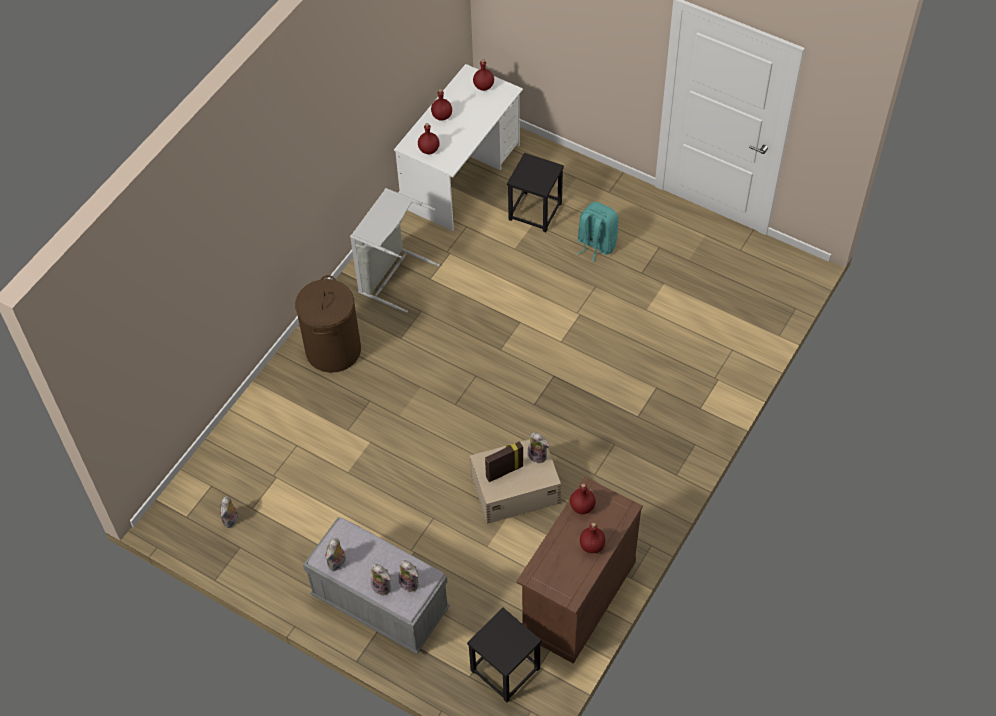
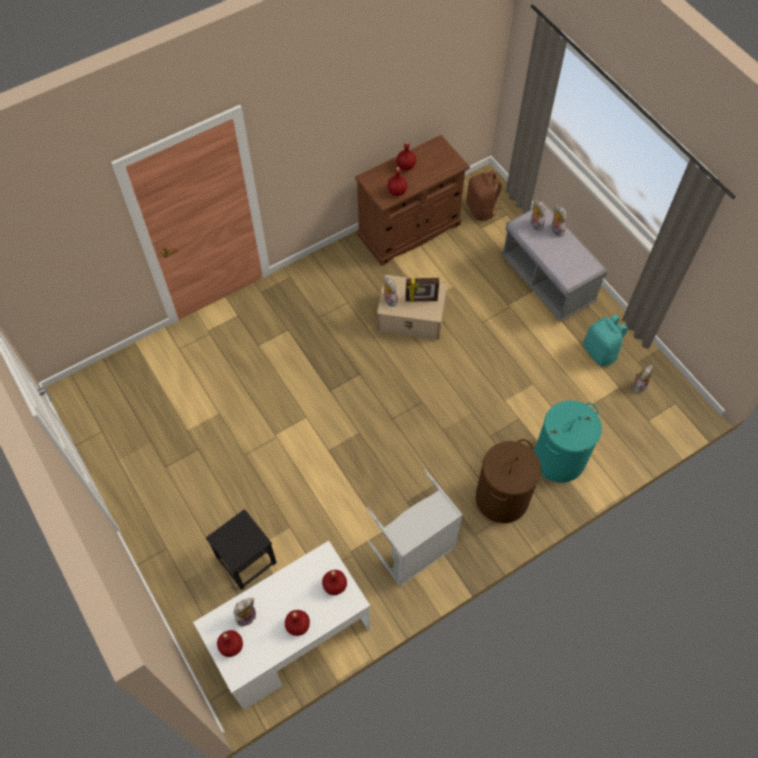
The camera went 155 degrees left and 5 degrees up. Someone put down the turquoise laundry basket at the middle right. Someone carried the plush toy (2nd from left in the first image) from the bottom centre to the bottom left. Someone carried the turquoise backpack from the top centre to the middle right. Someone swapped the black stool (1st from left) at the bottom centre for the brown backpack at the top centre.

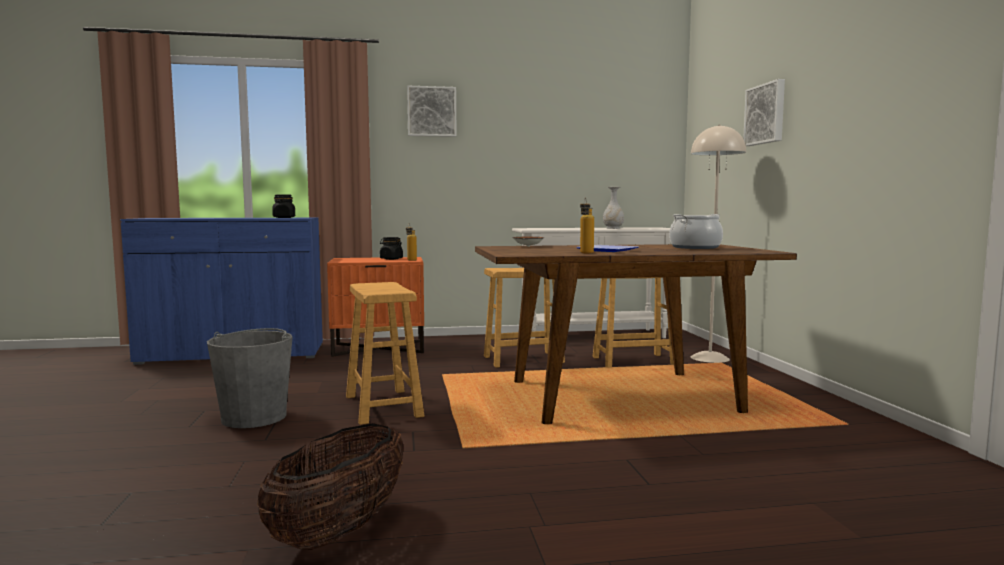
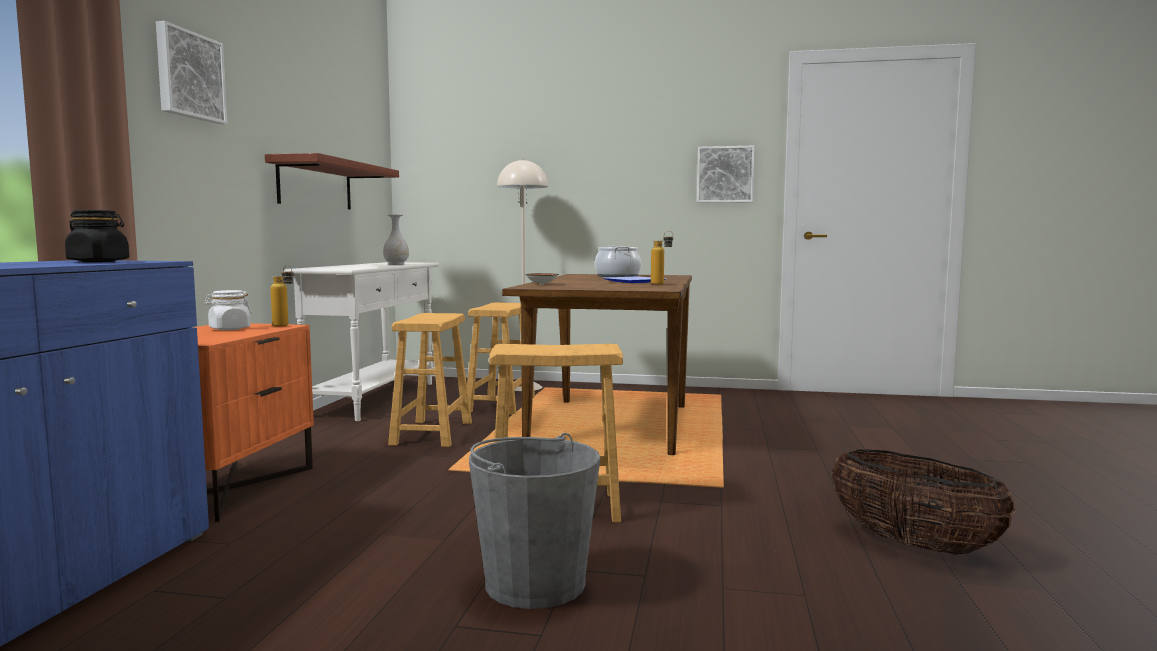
The camera went 70 degrees left and 0 degrees up. Someone put up the shelf at the top left. Someone carried the picture (2nd from left) from the top right to the top centre. Someone repainted the black jar (2nd from left) at the centre, which became the white jar at the middle left.

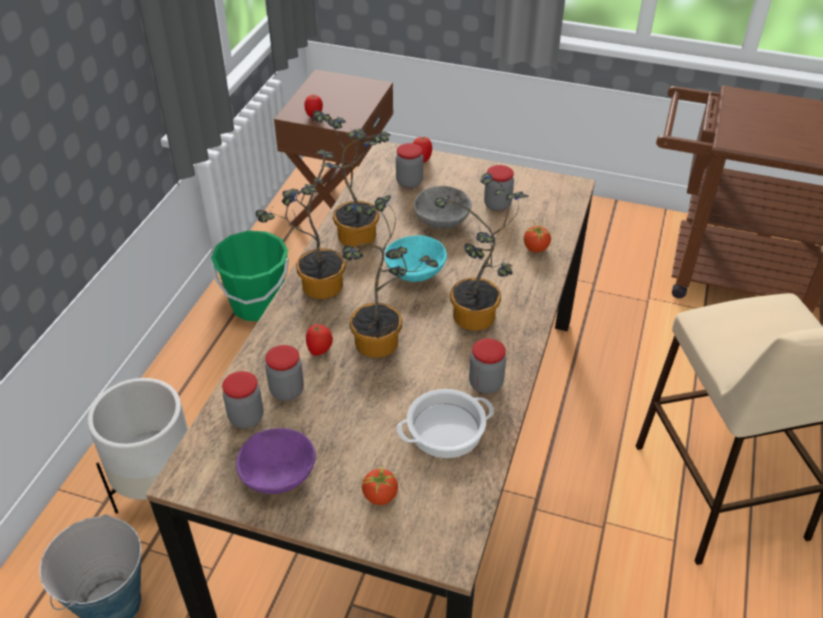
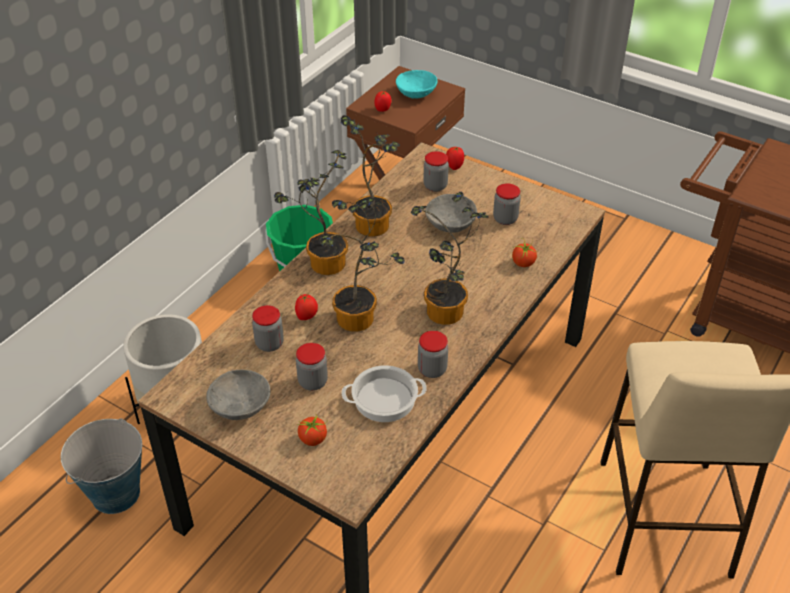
The camera went 15 degrees right and 0 degrees up. Someone carried the jar (1st from left in the first image) from the middle left to the centre. Someone carried the turquoise bowl from the centre to the top centre. Someone repainted the purple bowl at the bottom centre, which became the grey bowl (1st from left) at the middle left.

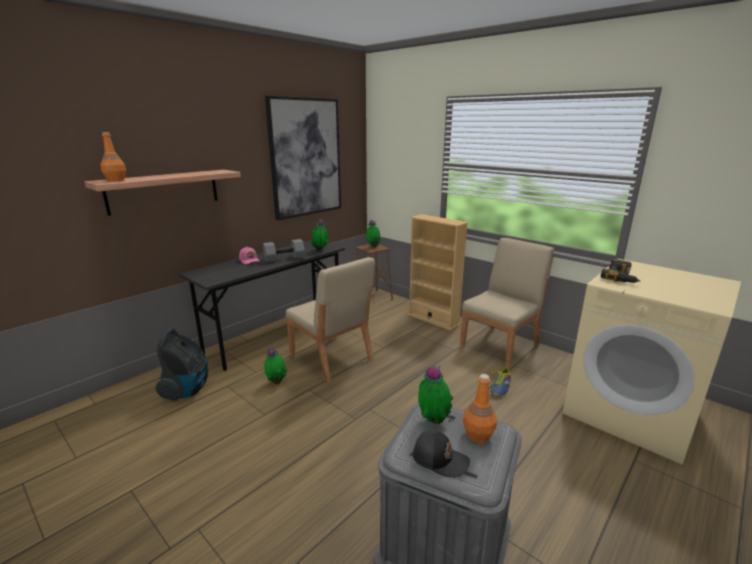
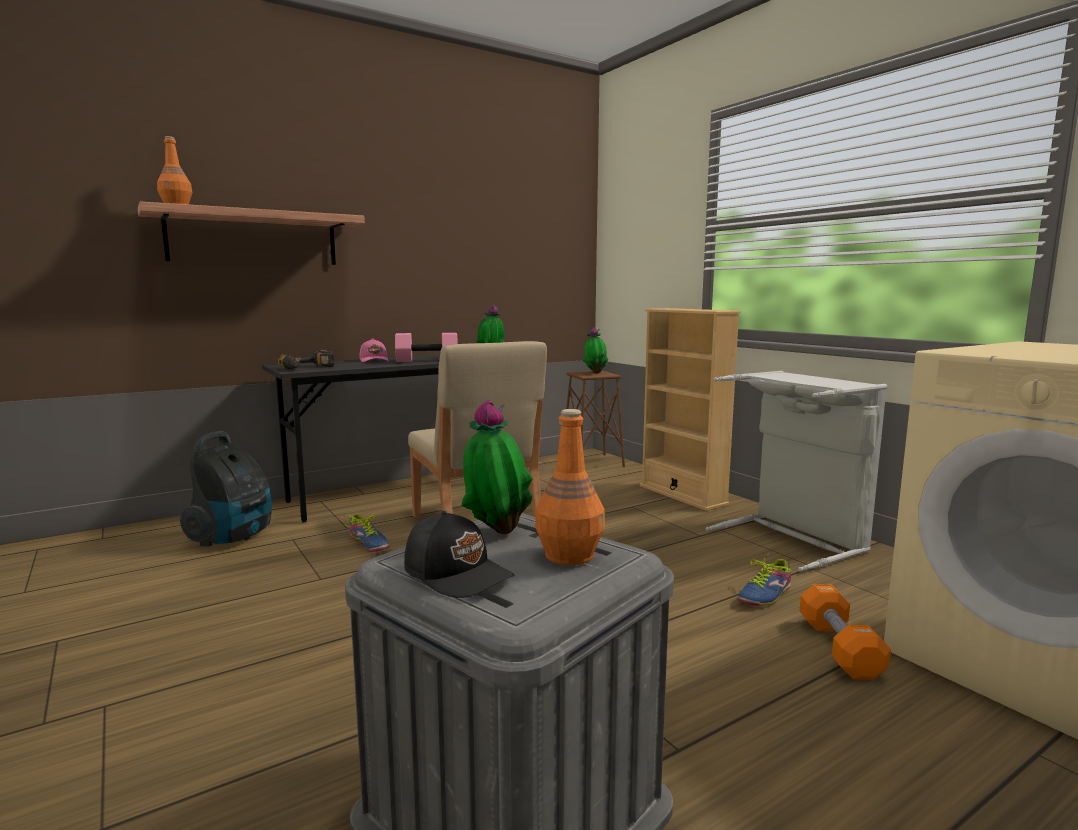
The camera went 15 degrees right and 10 degrees down. Someone took away the picture at the top centre. Someone put down the orange dumbbell at the bottom right. Someone carried the power drill from the middle right to the middle left. Someone swapped the potted plant (1st from left) at the centre for the shoe (1st from left) at the centre. Someone swapped the beige chair (2nd from left) at the middle right for the grey laundry basket at the middle right. Someone repainted the grey dumbbell at the centre, which became the pink dumbbell at the centre.

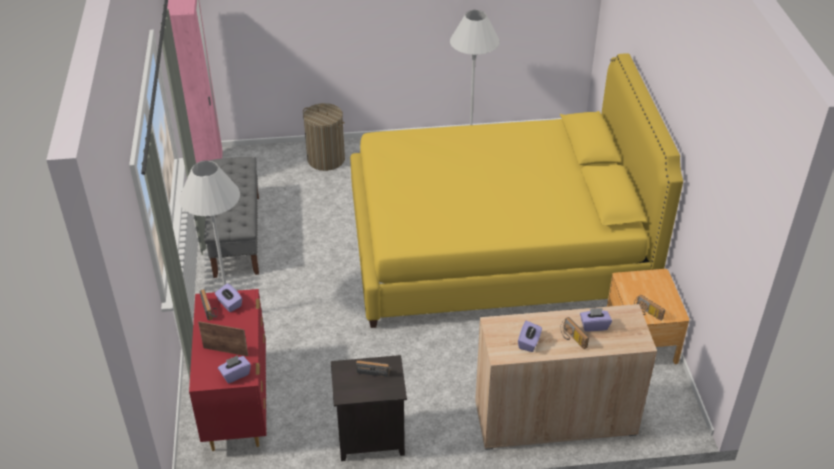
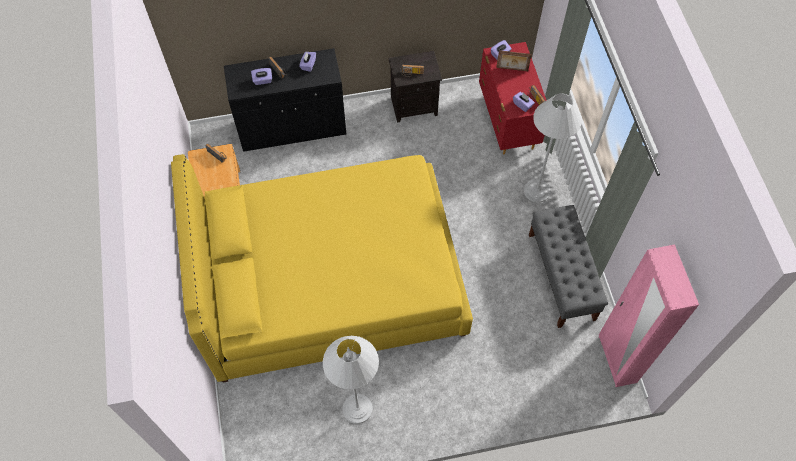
The camera went 175 degrees right and 20 degrees up. Someone took away the laundry basket at the top centre. Someone repainted the beige cabinet at the bottom right, which became the black cabinet at the top centre.

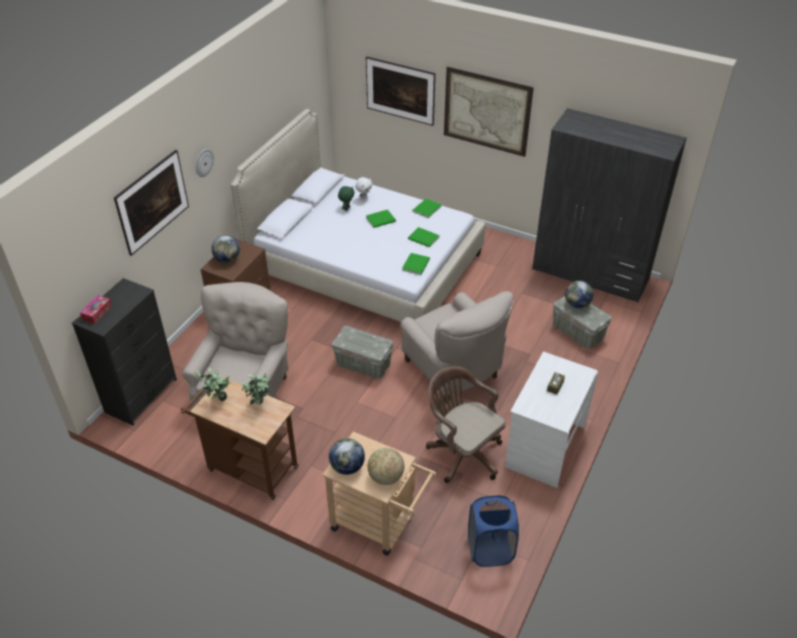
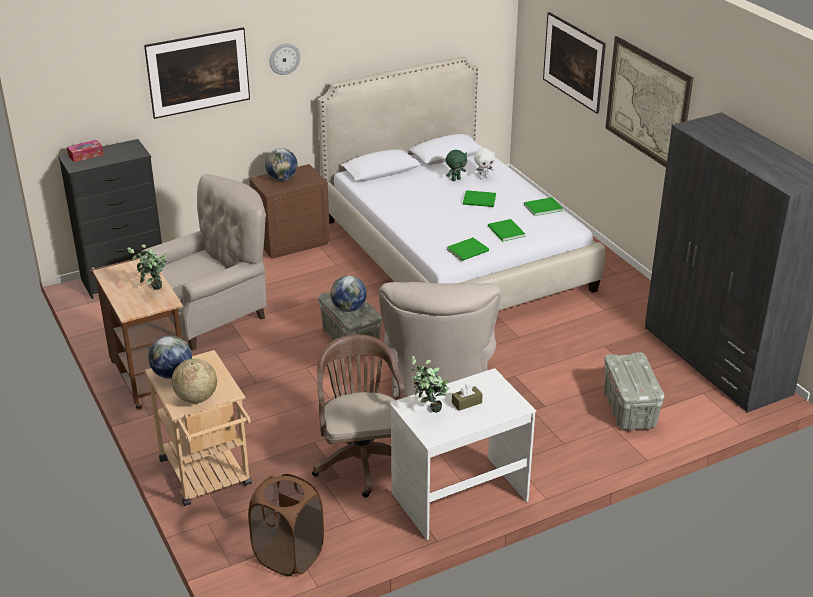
The camera went 35 degrees right and 10 degrees down. Someone carried the potted plant (1st from left in the first image) from the middle left to the centre. Someone carried the globe (4th from left) from the middle right to the centre. Someone repainted the blue laundry basket at the bottom centre, which became the brown laundry basket at the bottom centre.

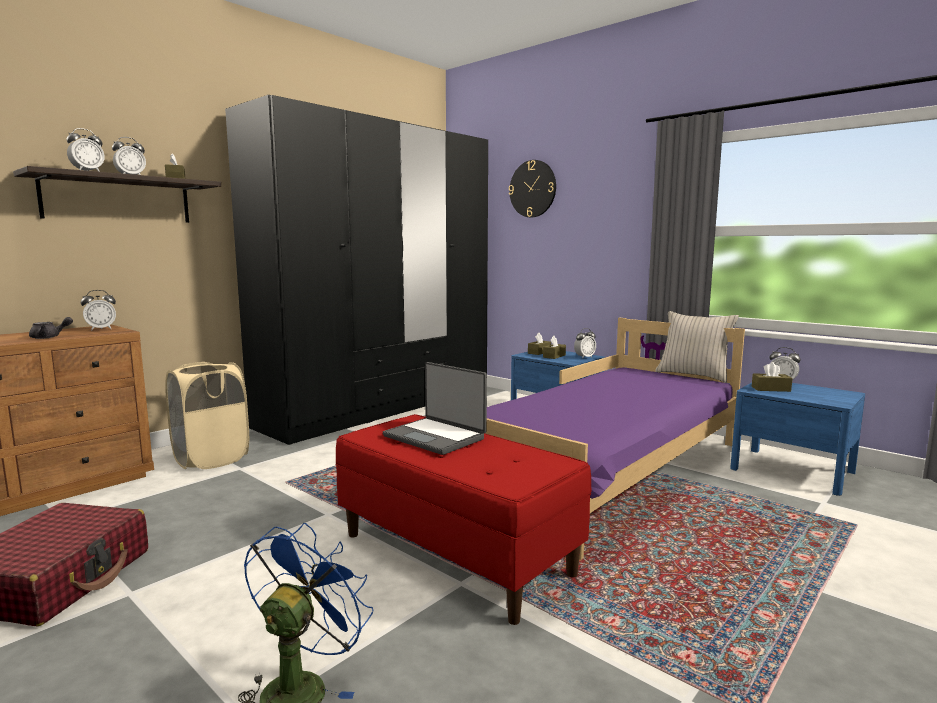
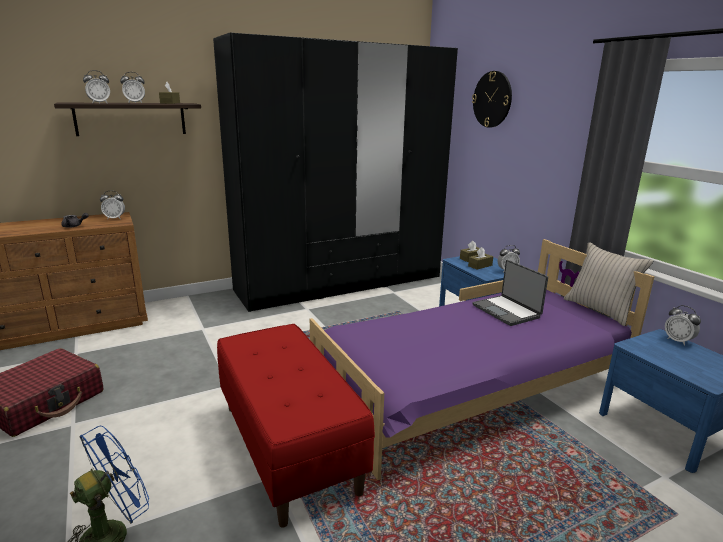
The camera went 20 degrees right and 10 degrees up. Someone took away the beige laundry basket at the middle left. Someone took away the brown tissue box (4th from left) at the middle right. Someone carried the laptop from the centre to the middle right.

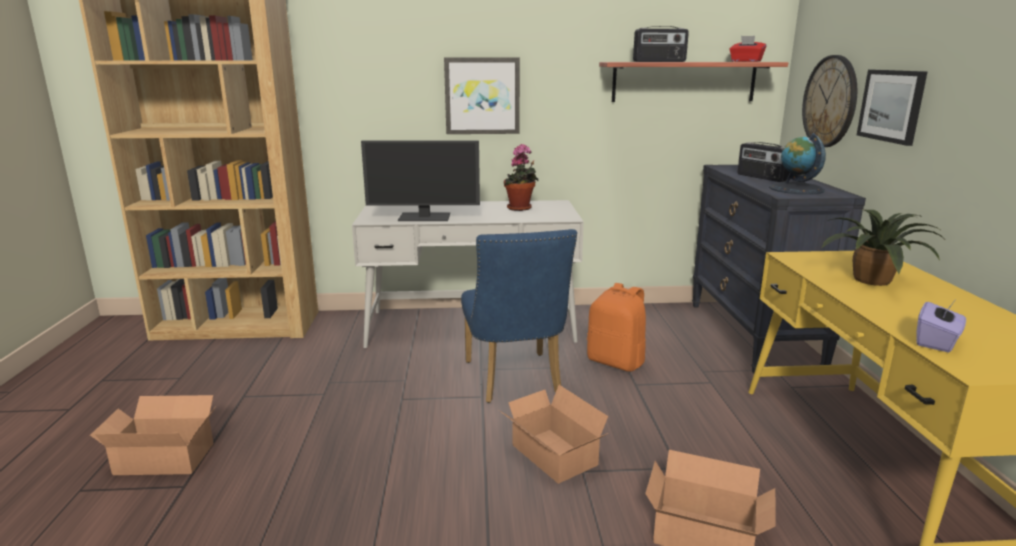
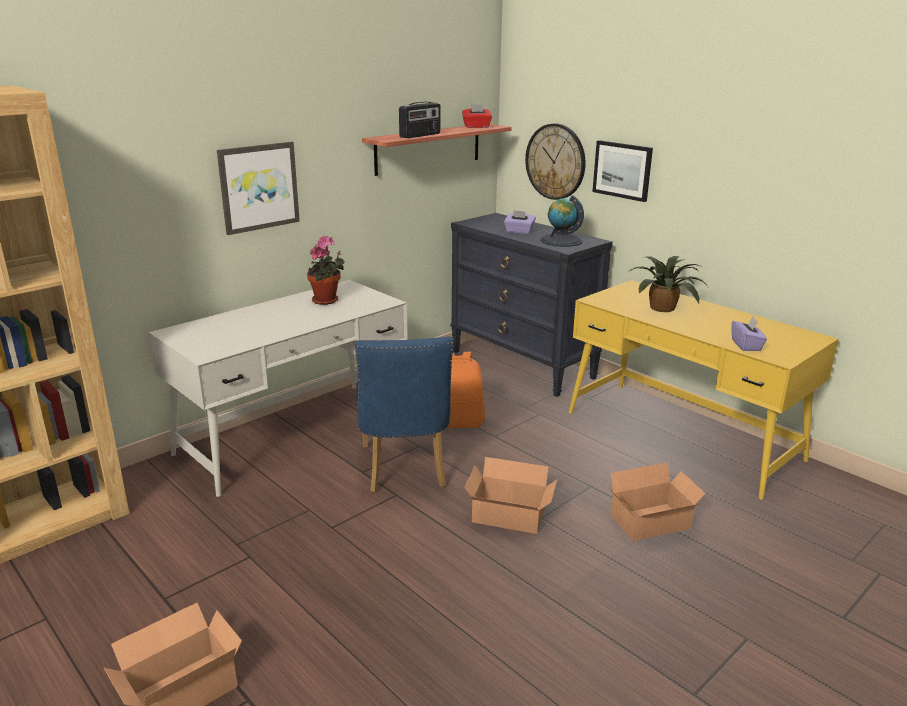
The camera went 40 degrees left and 5 degrees up. Someone took away the monitor at the top centre. Someone swapped the radio (2nd from left) at the top right for the purple tissue box (1st from left) at the top centre. Someone rotated the blue chair at the centre by 45 degrees clockwise.

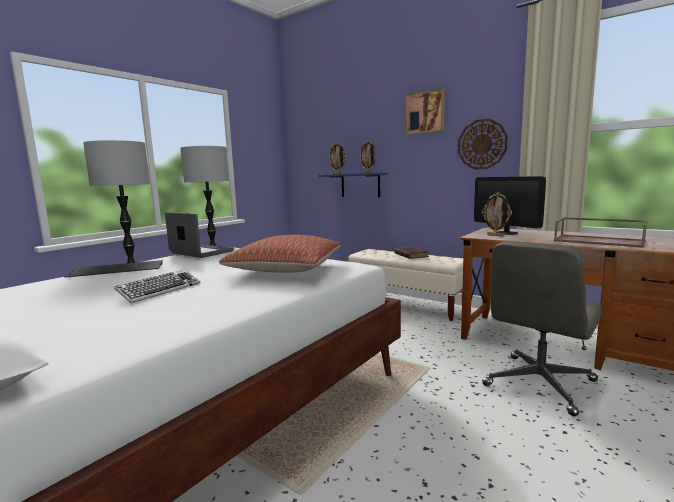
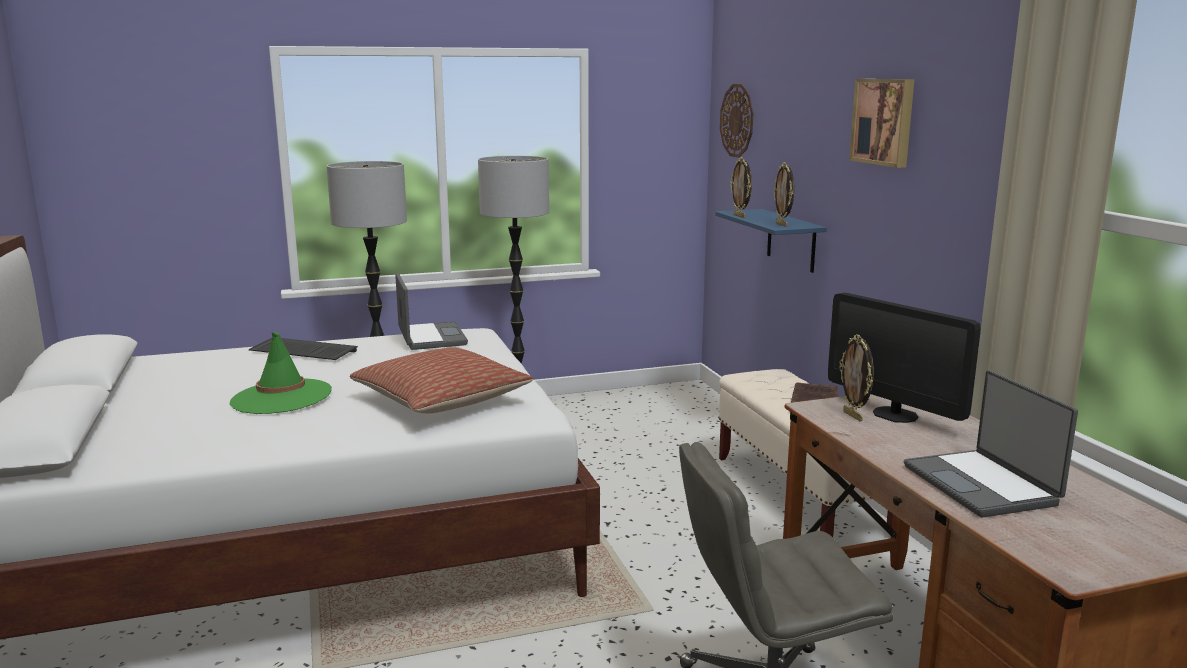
The camera went 35 degrees right and 5 degrees up. Someone carried the wall clock from the top right to the top centre. Someone swapped the keyboard (2nd from left) at the middle left for the green hat at the middle left. Someone swapped the brown tray at the middle right for the laptop (2nd from left) at the middle right. Someone rotated the monitor at the middle right by 45 degrees counterclockwise.

